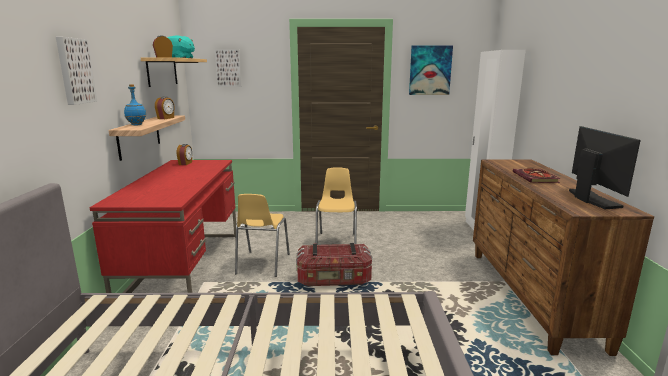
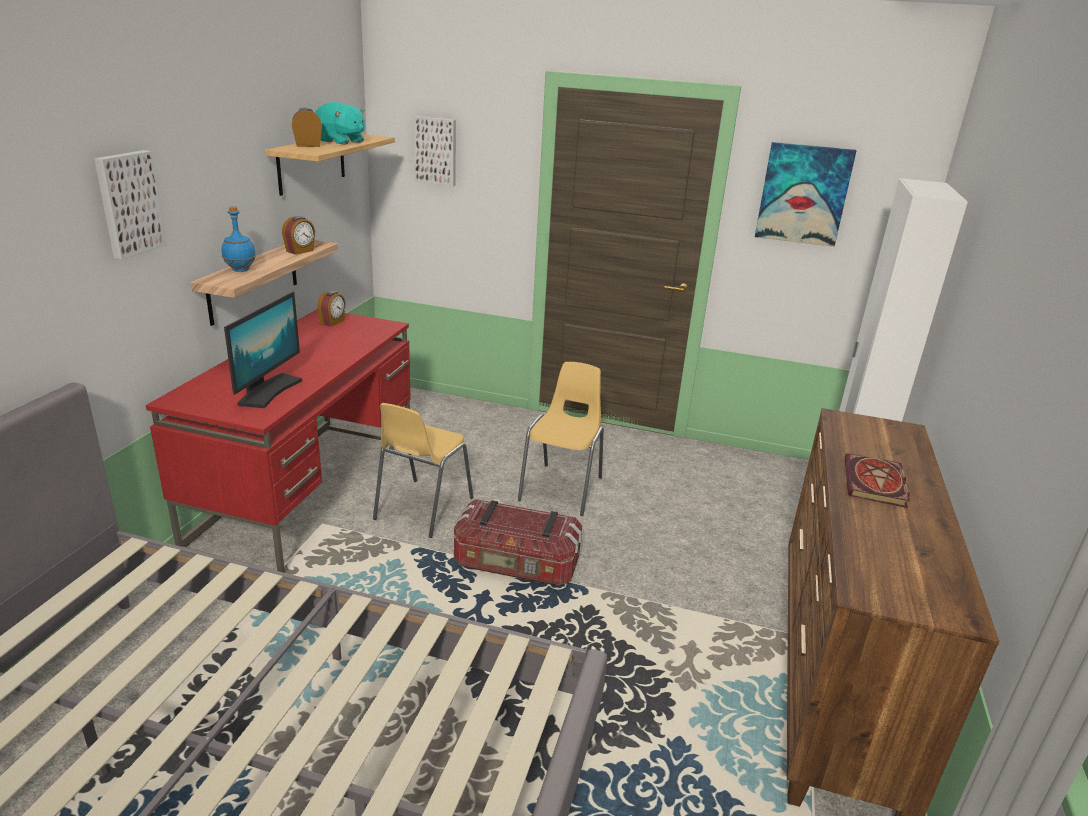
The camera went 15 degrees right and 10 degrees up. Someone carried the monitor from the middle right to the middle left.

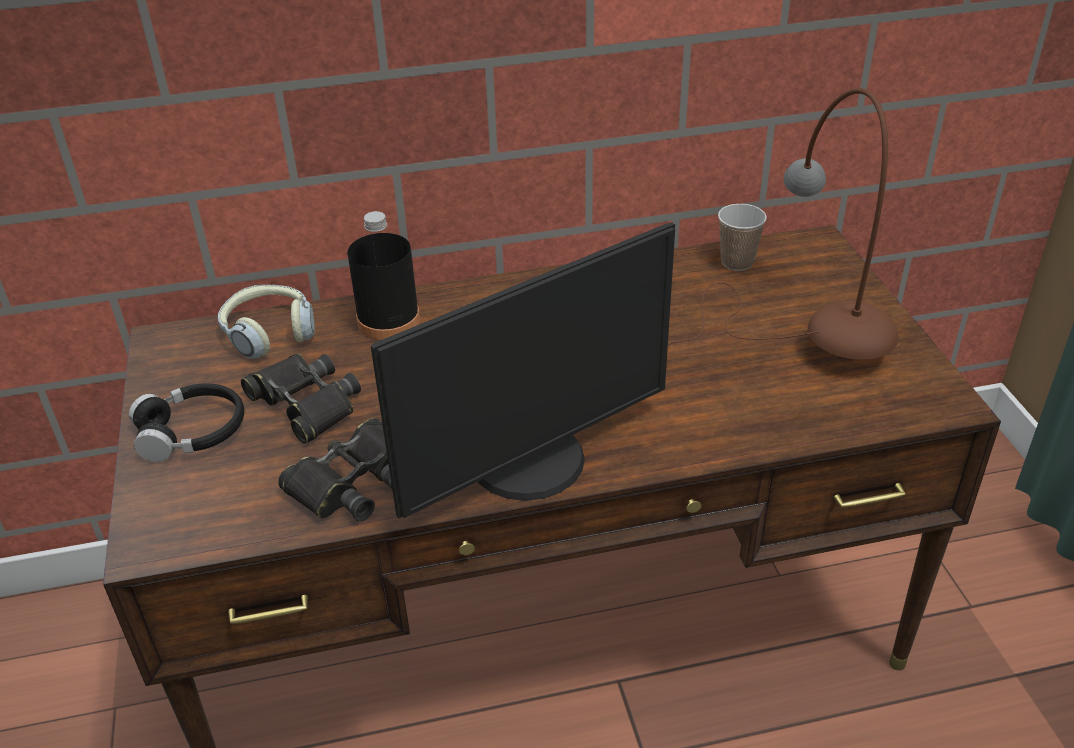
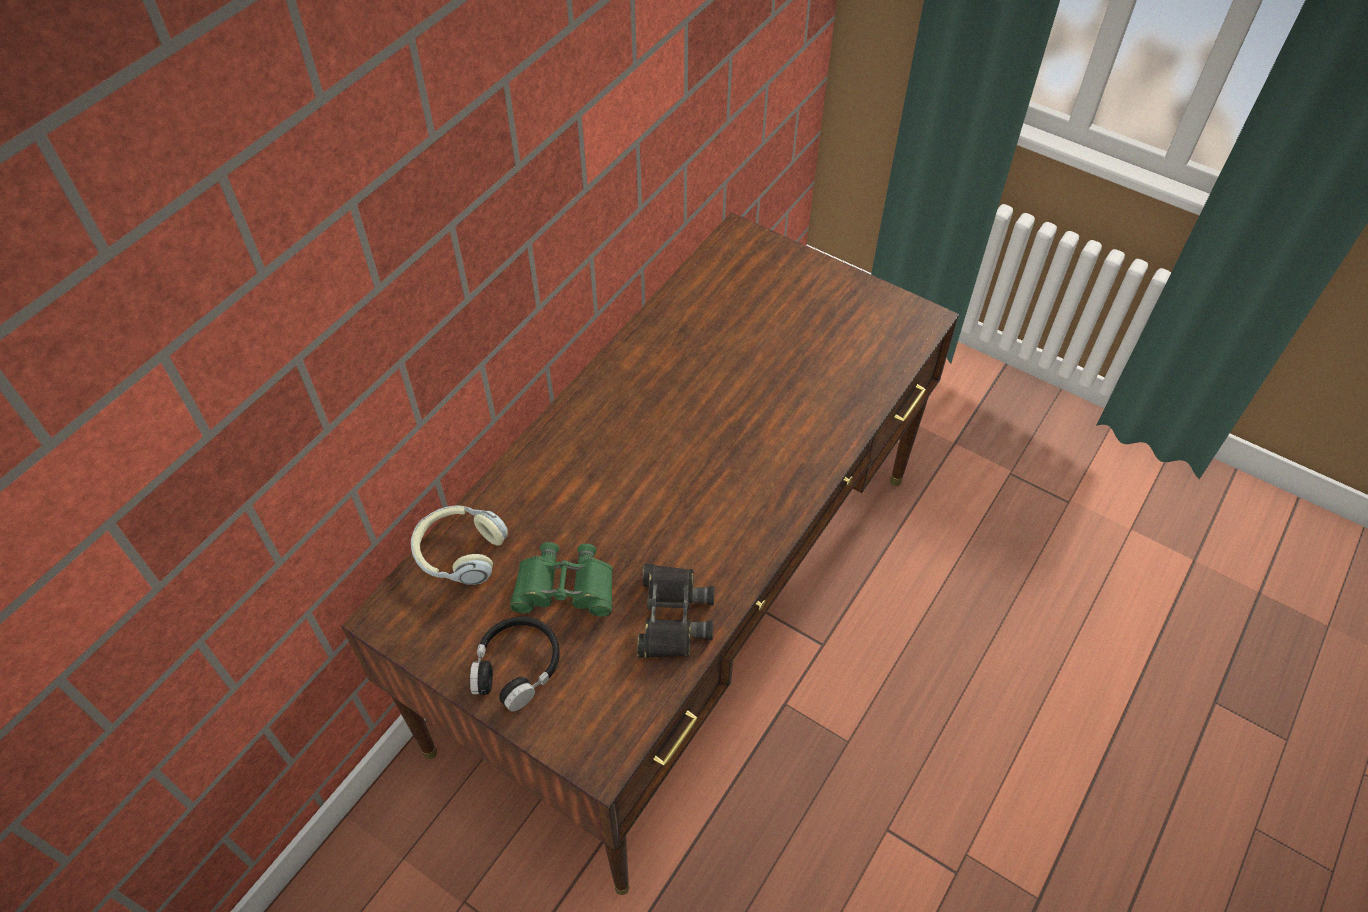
The camera went 45 degrees left and 15 degrees up. Someone took away the black bottle at the centre. Someone took away the monitor at the centre. Someone took away the brown table lamp at the top right. Someone took away the cup at the top right. Someone repainted the black binoculars (1st from left) at the middle left, which became the green binoculars at the centre.

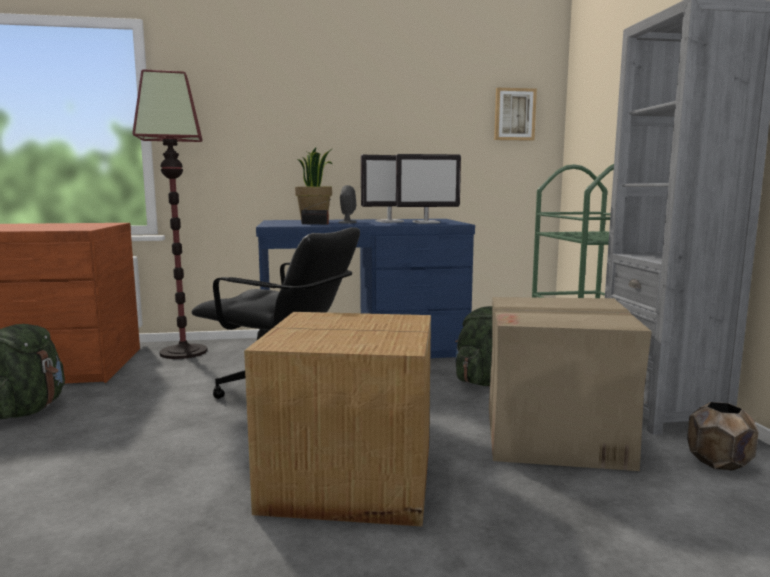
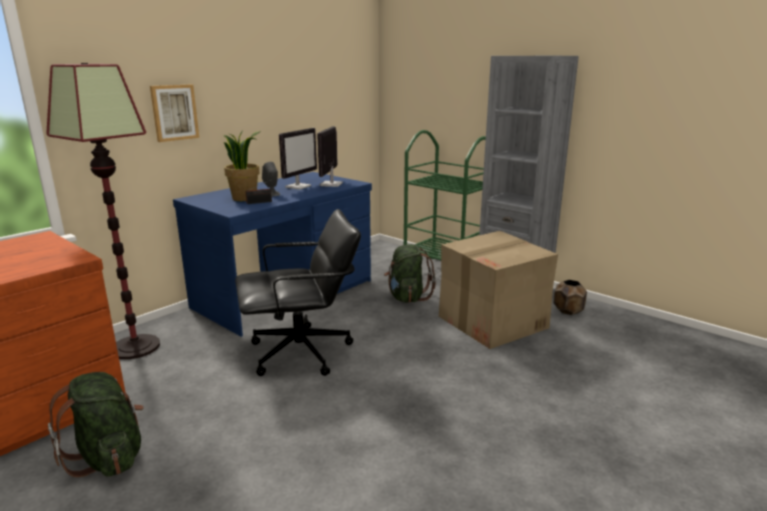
The camera went 40 degrees left and 10 degrees up. Someone took away the cardboard box (1st from left) at the bottom centre. Someone carried the picture from the top right to the top left. Someone rotated the monitor (2nd from left) at the top centre by 150 degrees clockwise.

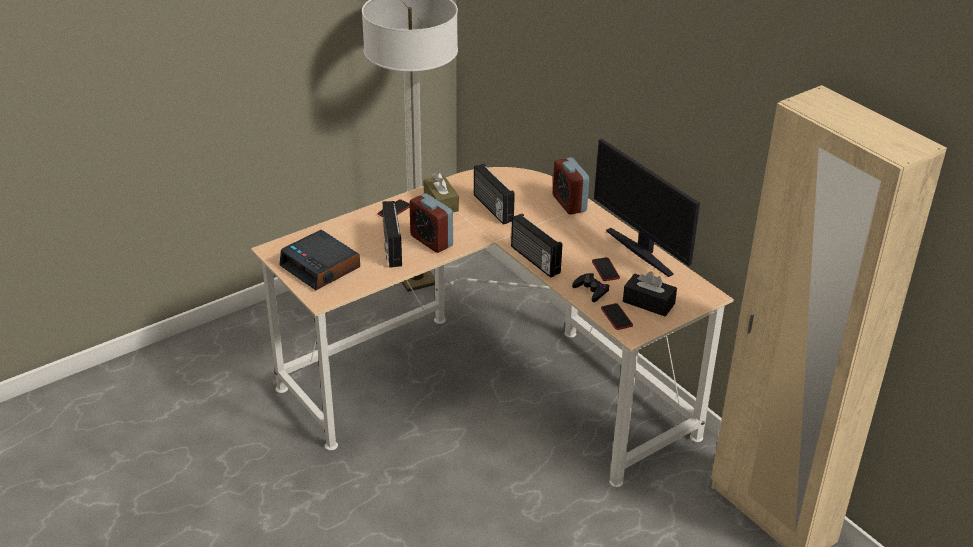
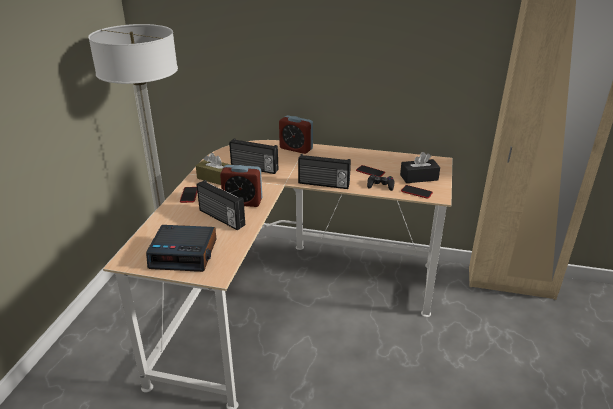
The camera went 40 degrees left and 5 degrees down. Someone took away the monitor at the centre.

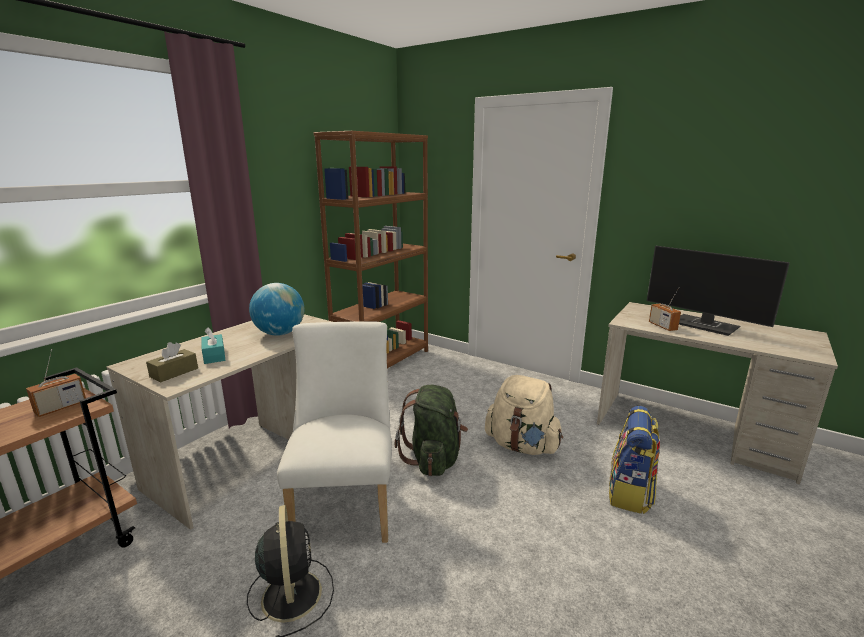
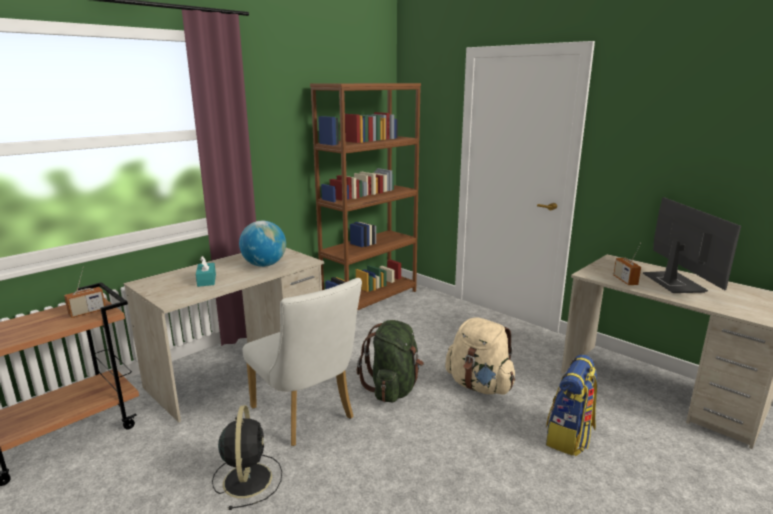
The camera went 10 degrees right and 0 degrees up. Someone took away the brown tissue box at the middle left. Someone rotated the white chair at the bottom centre by 135 degrees clockwise. Someone rotated the monitor at the middle right by 150 degrees counterclockwise.

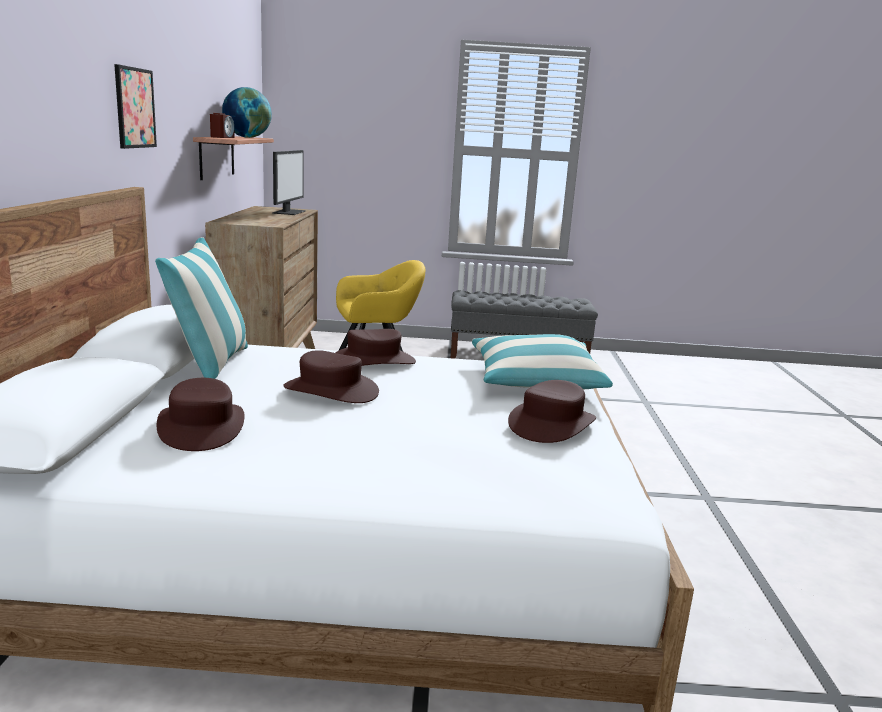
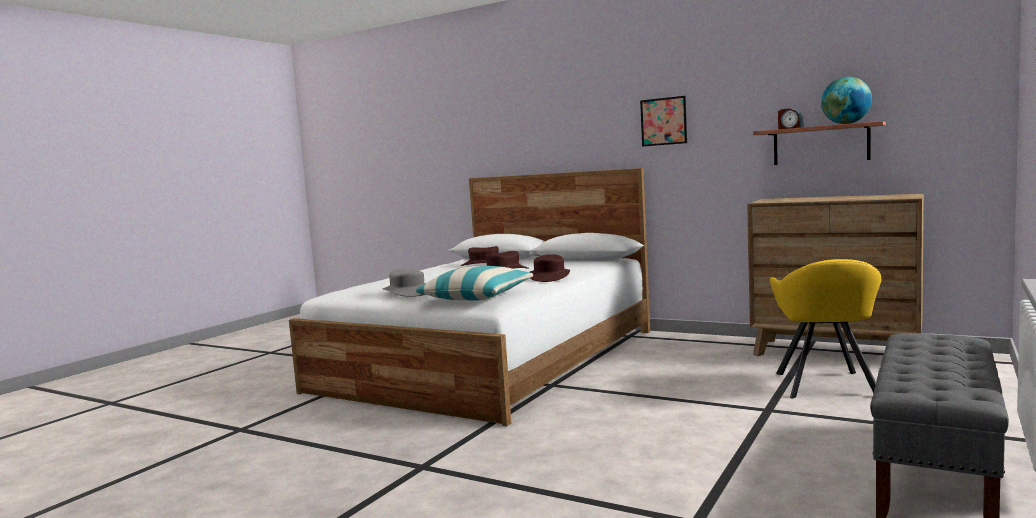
The camera went 120 degrees right and 10 degrees down. Someone took away the pillow (1st from left) at the middle left. Someone took away the monitor at the top left. Someone repainted the brown hat (4th from left) at the centre, which became the grey hat at the centre.

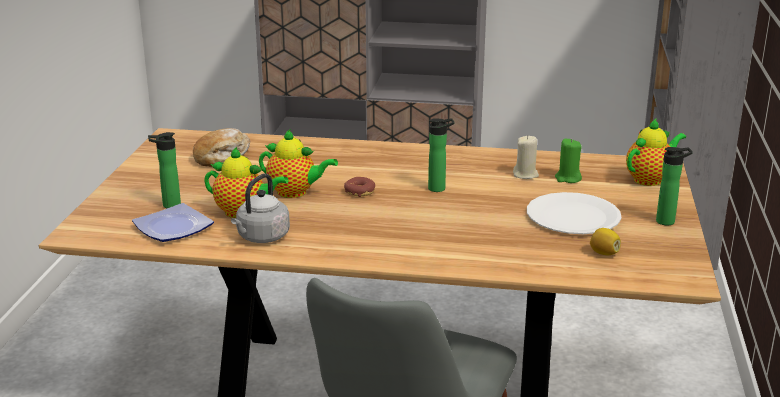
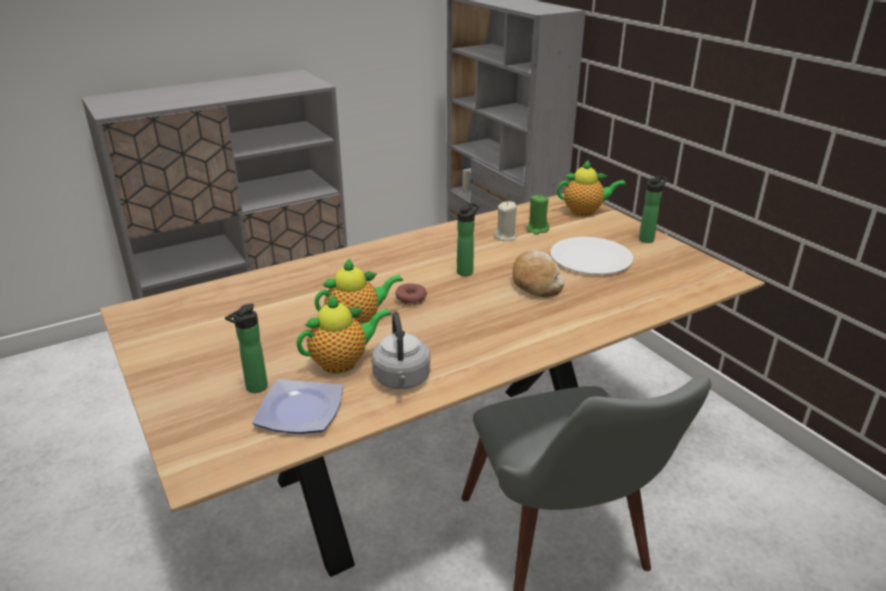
The camera went 40 degrees left and 5 degrees up. Someone took away the lemon at the middle right. Someone carried the bread from the middle left to the centre. Someone rotated the teapot (3rd from left) at the middle right by 75 degrees clockwise.

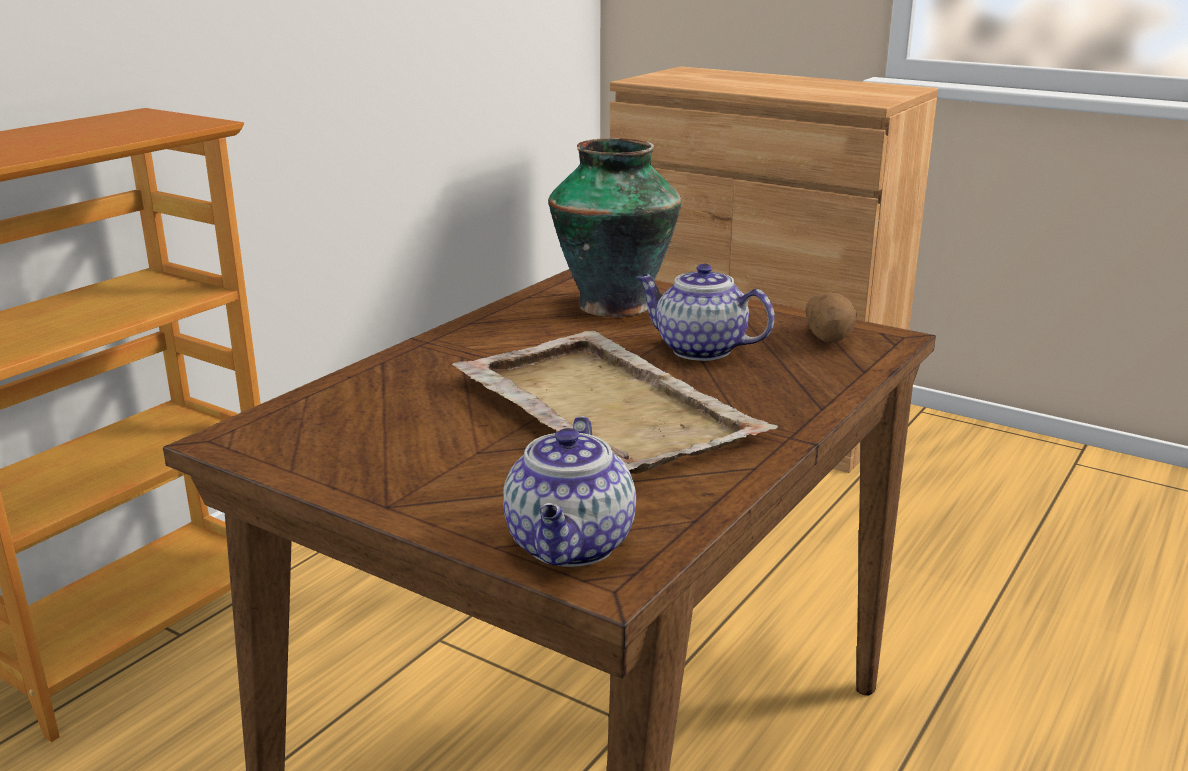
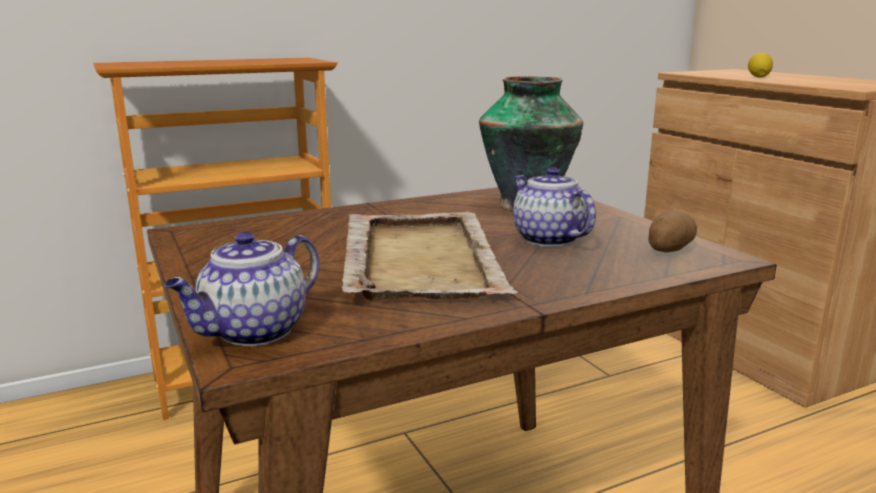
The camera went 30 degrees right and 5 degrees down. Someone put down the lemon at the top right.

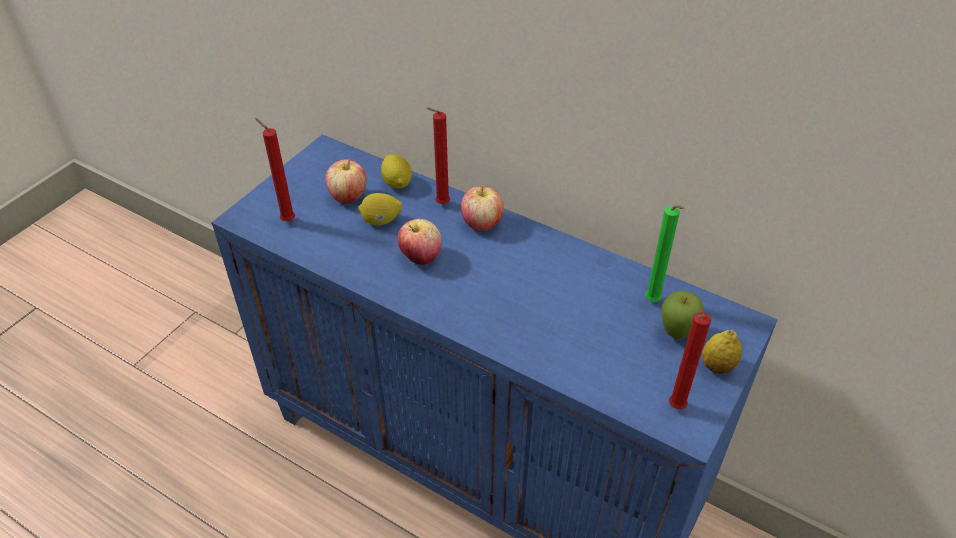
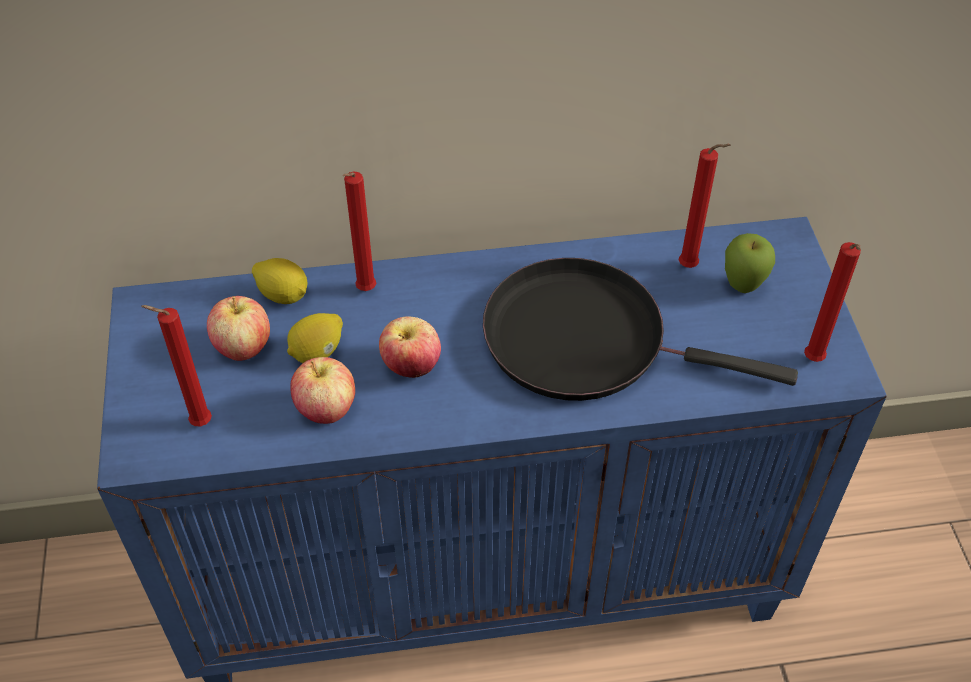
The camera went 40 degrees left and 5 degrees up. Someone took away the lemon (3rd from left) at the middle right. Someone put down the black frying pan at the centre. Someone carried the apple (3rd from left in the first image) from the centre to the middle left. Someone repainted the green candle at the middle right, which became the red candle (3rd from left) at the top right.

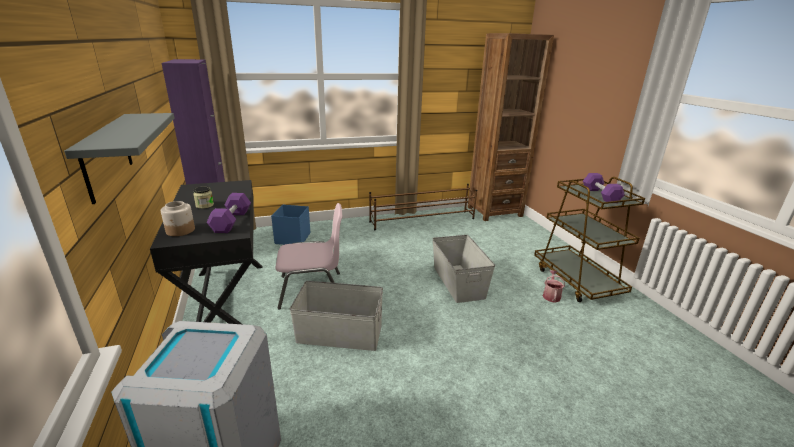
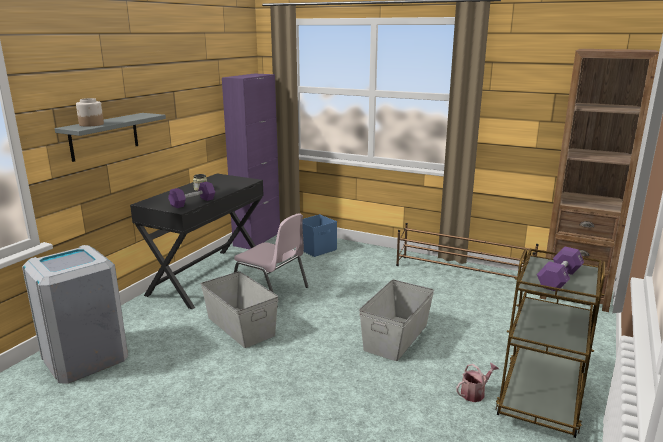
The camera went 45 degrees right and 5 degrees down. Someone carried the jar (1st from left) from the middle left to the top left.

